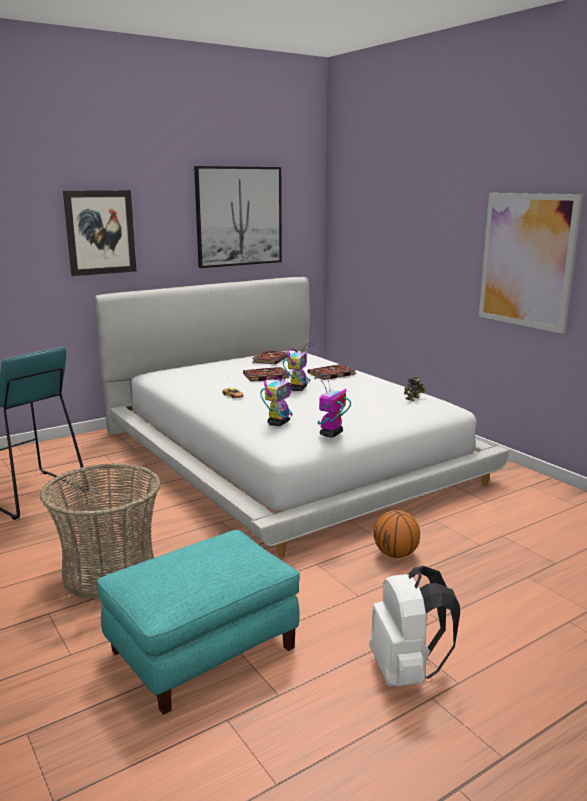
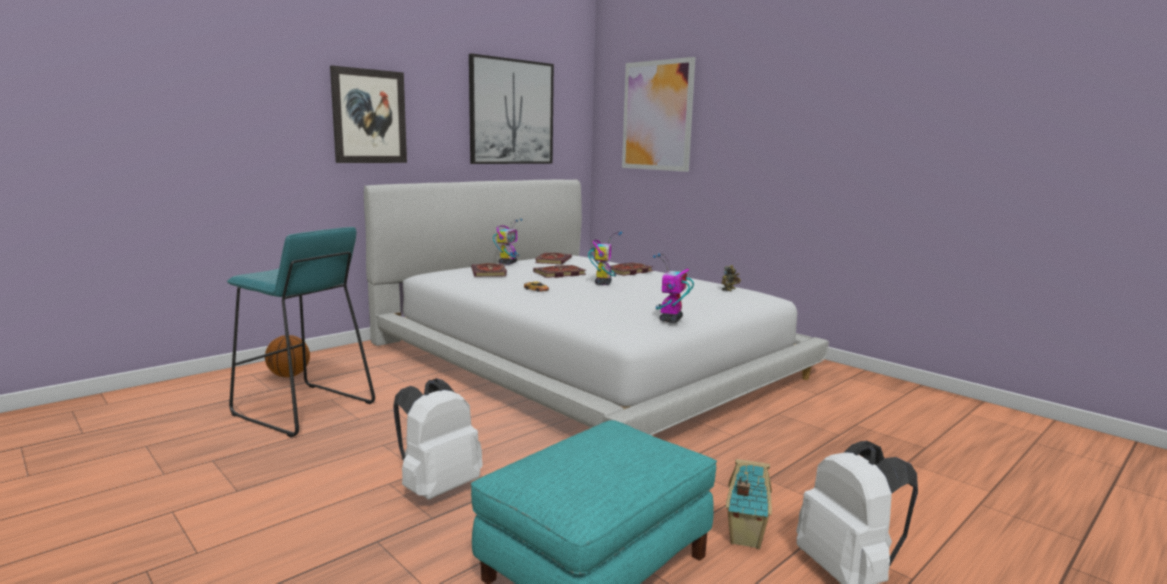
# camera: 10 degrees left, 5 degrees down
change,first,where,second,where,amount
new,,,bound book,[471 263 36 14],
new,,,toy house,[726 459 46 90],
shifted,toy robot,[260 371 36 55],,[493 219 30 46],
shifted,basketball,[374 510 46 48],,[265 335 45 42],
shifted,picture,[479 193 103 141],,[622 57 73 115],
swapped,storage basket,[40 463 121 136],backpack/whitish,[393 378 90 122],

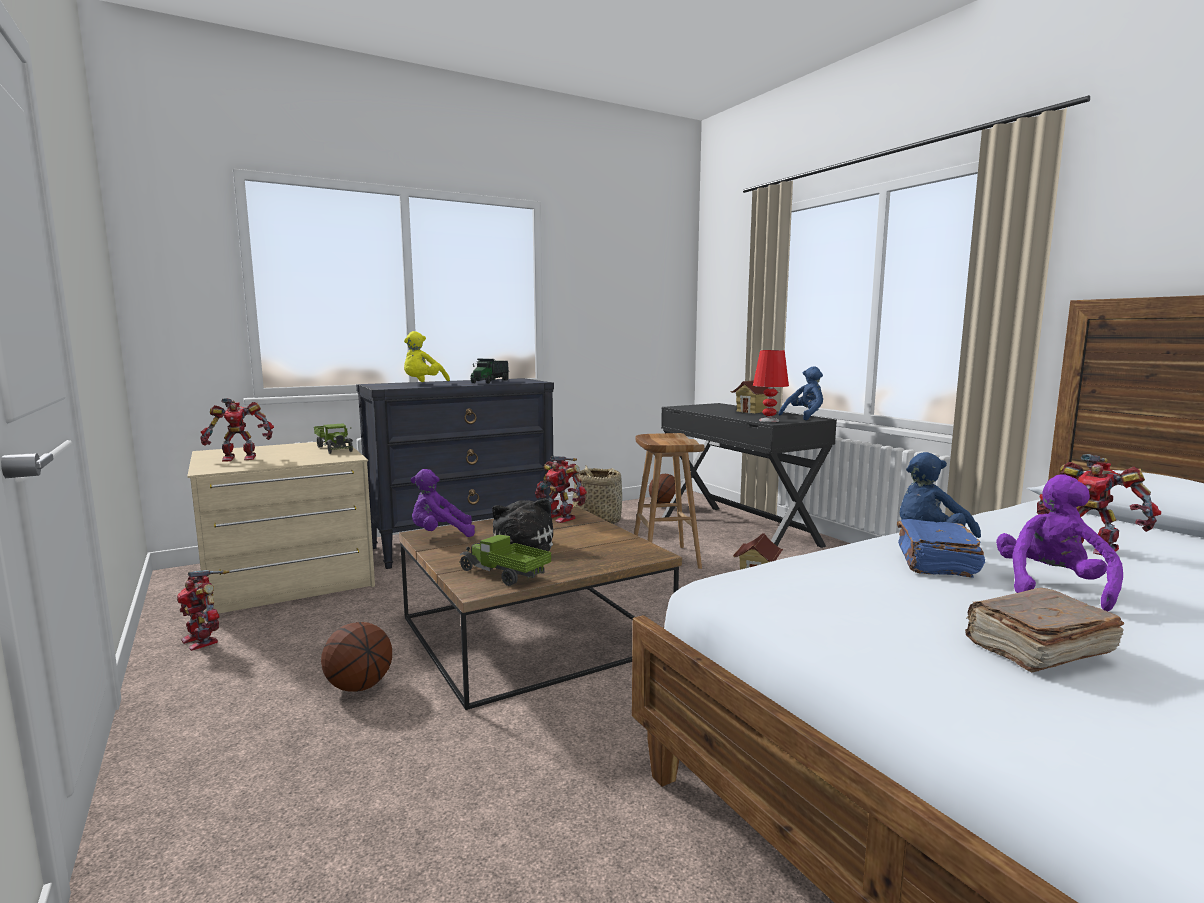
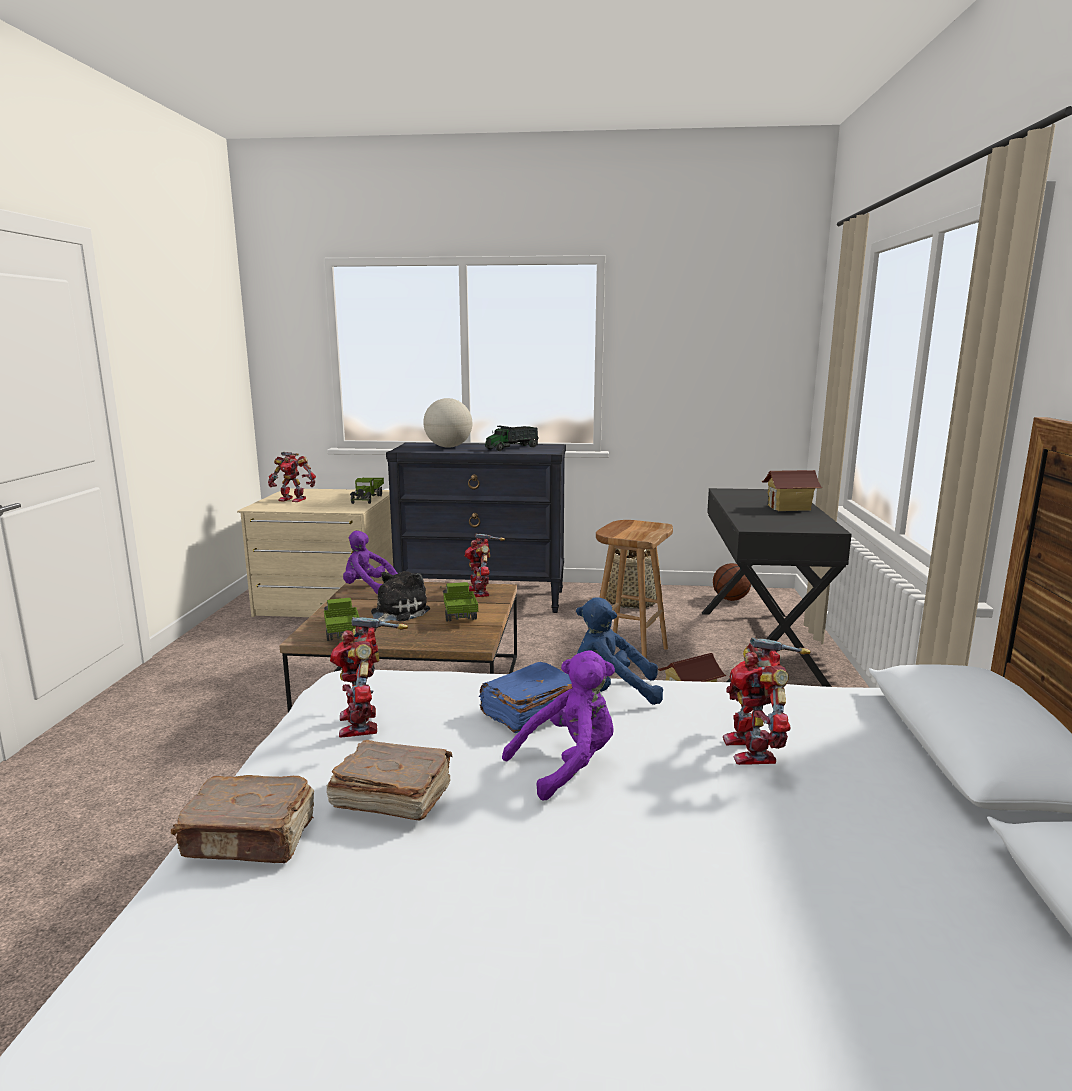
# camera: 35 degrees right, 5 degrees up
change,first,where,second,where,amount
gone,basketball,[321 622 71 70],,,
gone,tabletop lamp/reddish,[753 350 36 72],,,
gone,soft toy/bluish,[778 366 45 54],,,
new,,,bound book/brown,[171 775 143 88],
new,,,toy lorry,[440 582 38 40],
shifted,toy robot,[177 570 52 81],,[330 617 78 120],
swapped,soft toy/yellow-coloured,[404 331 46 51],globe,[423 398 49 50],

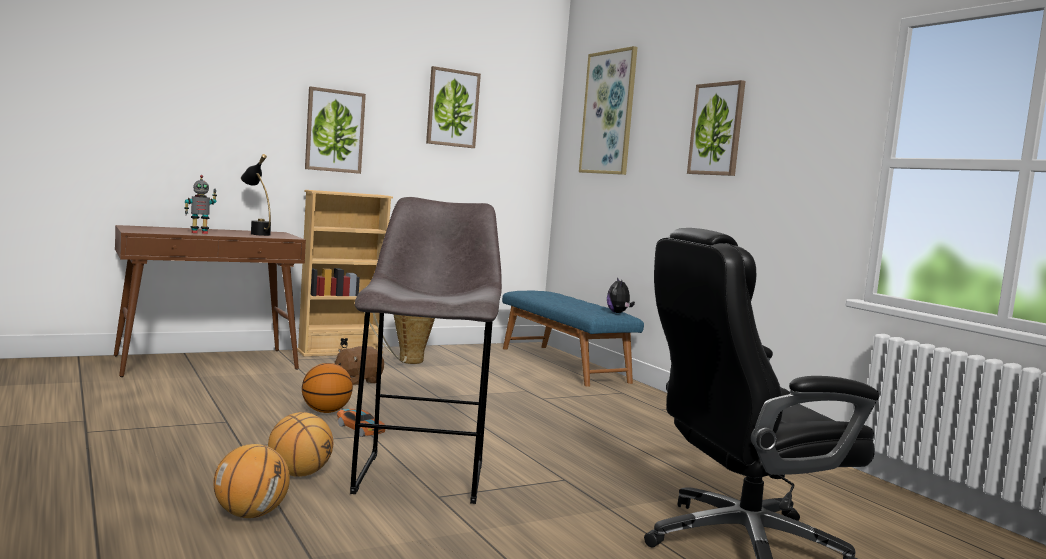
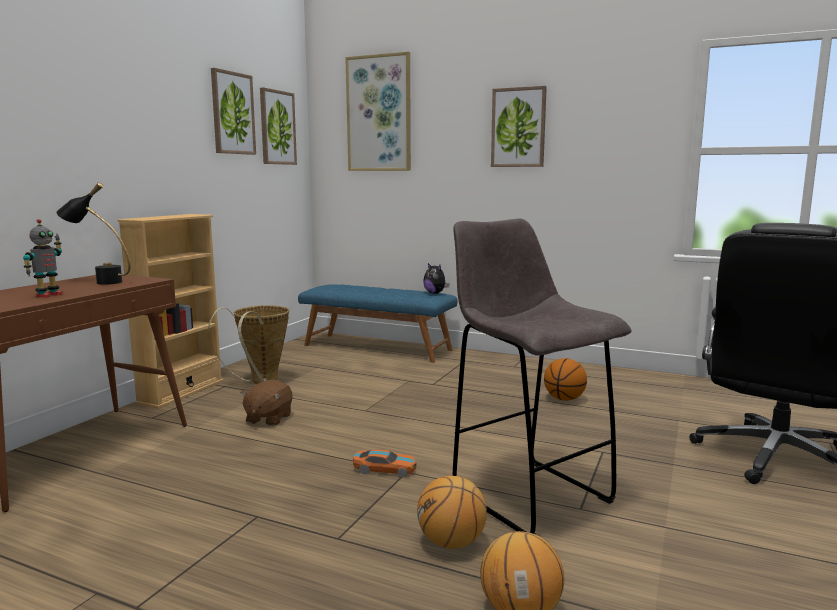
# camera: 35 degrees left, 5 degrees up
change,first,where,second,where,amount
shifted,basketball,[302 363 51 50],,[544 358 43 43],
shifted,picture,[305 86 61 88],,[260 87 37 78],

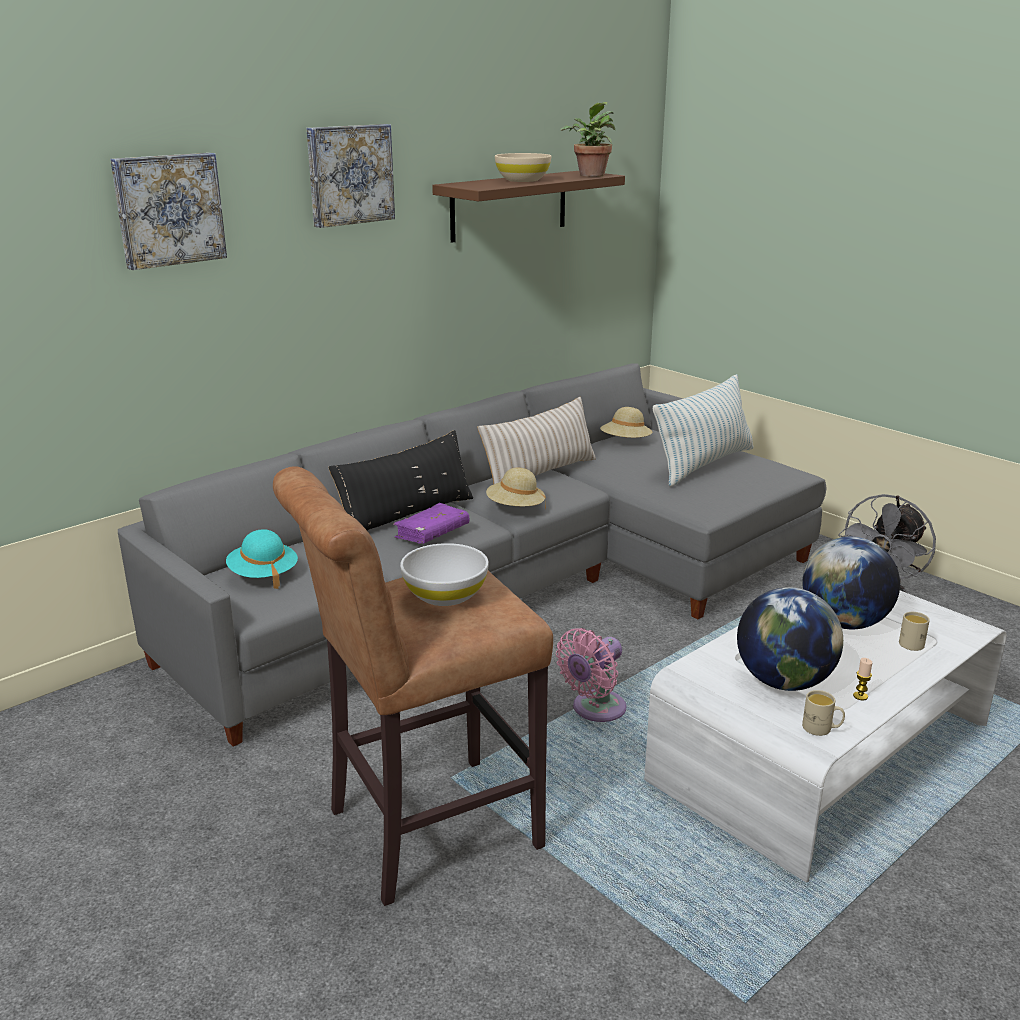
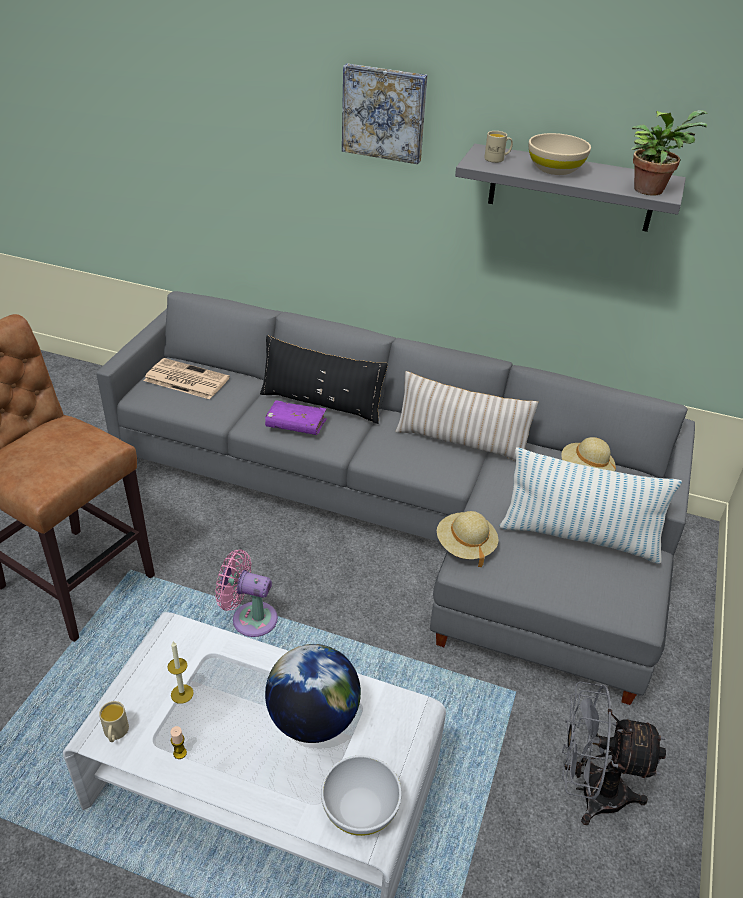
# camera: 60 degrees right, 15 degrees up
change,first,where,second,where,amount
gone,picture,[110 153 117 117],,,
shifted,serving bowl/whitish,[400 543 89 63],,[321 755 81 81],
shifted,hat/beige,[486 468 60 41],,[437 511 61 56],
shifted,mug/beige,[899 612 31 39],,[484 131 29 32],
swapped,hat/blue-green,[226 529 72 60],daily paper,[143 358 87 41],
swapped,globe,[737 587 106 104],wax candle,[167 641 27 63],
repainted,shelf/brown,[432 171 193 72],shelf/grey,[455 144 231 88],

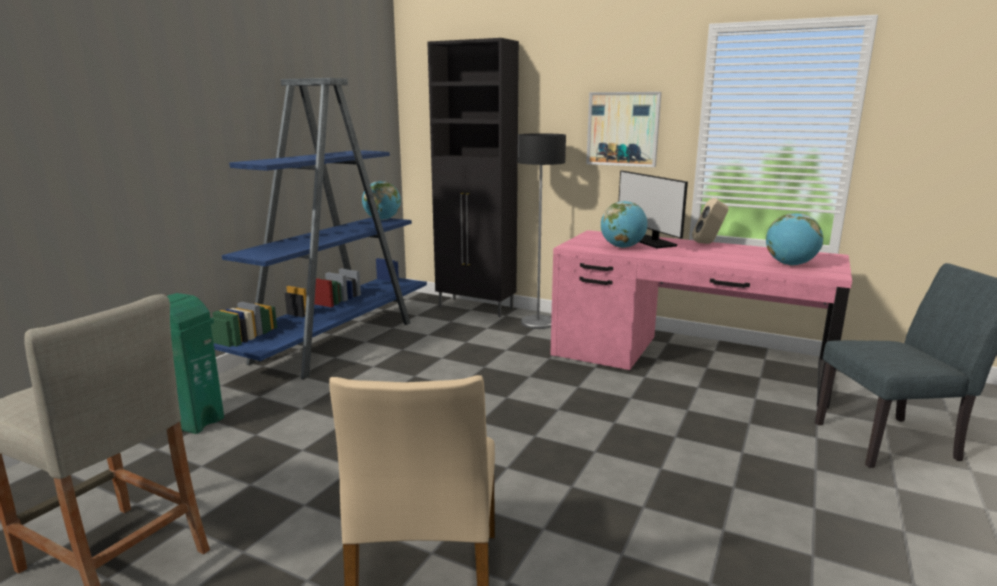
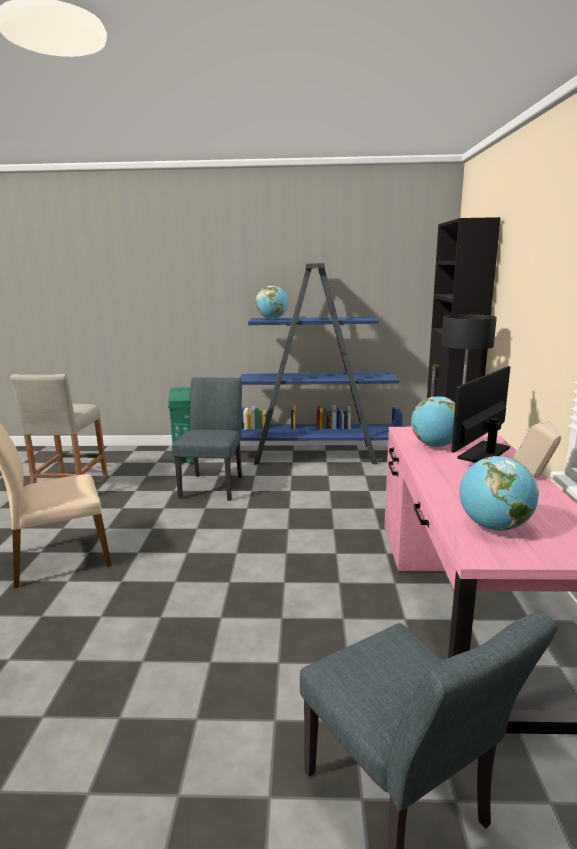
# camera: 65 degrees right, 0 degrees up
change,first,where,second,where,amount
gone,picture,[586 92 76 75],,,
new,,,upright chair/grey,[172 377 70 124],
shifted,globe,[362 181 39 39],,[256 286 32 33],

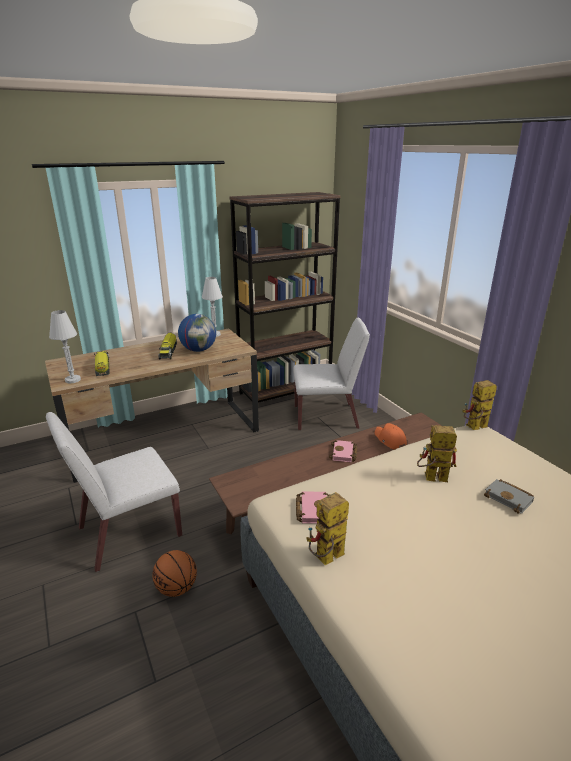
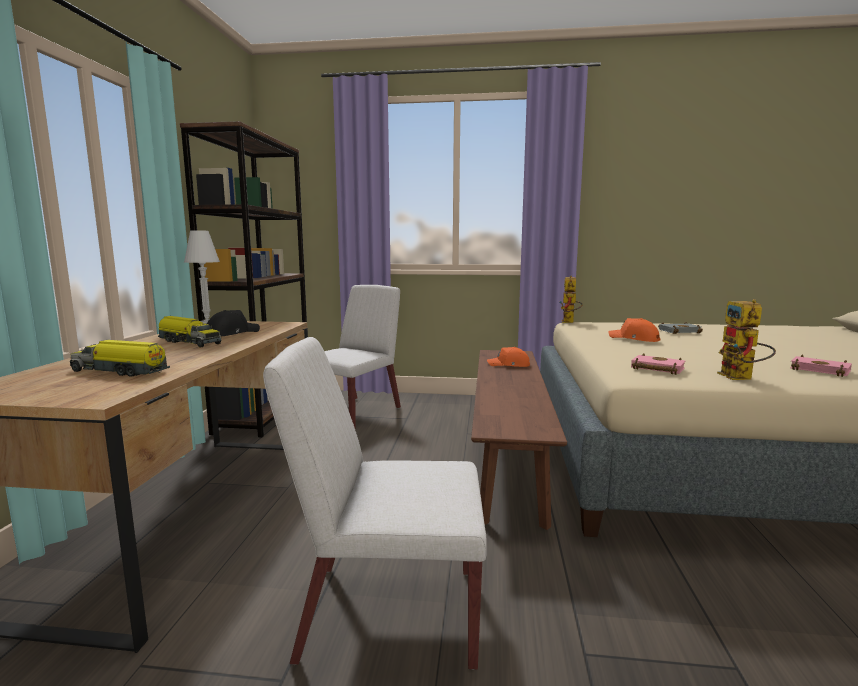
# camera: 55 degrees left, 15 degrees down
change,first,where,second,where,amount
gone,tabletop lamp/whitish,[49 310 32 74],,,
gone,basketball,[152 550 45 47],,,
shifted,bound book/pink,[329 440 28 22],,[790 355 62 22],
swapped,globe,[178 314 38 38],cap/black,[207 310 53 27],
swapped,toy robot,[417 425 40 57],cap/orange,[609 318 52 24],
rotated,upright chair/whitish,[46 412 136 160],,[263 337 224 333],90 degrees clockwise

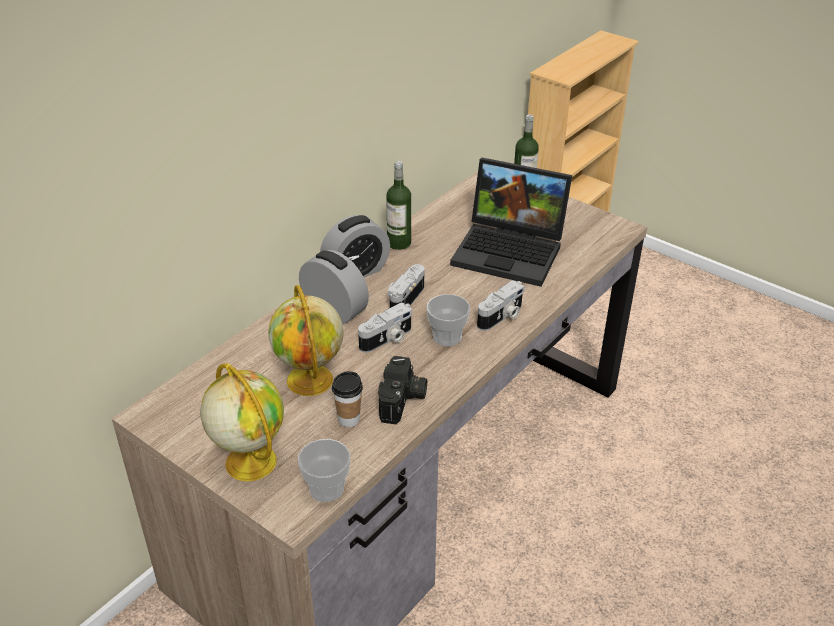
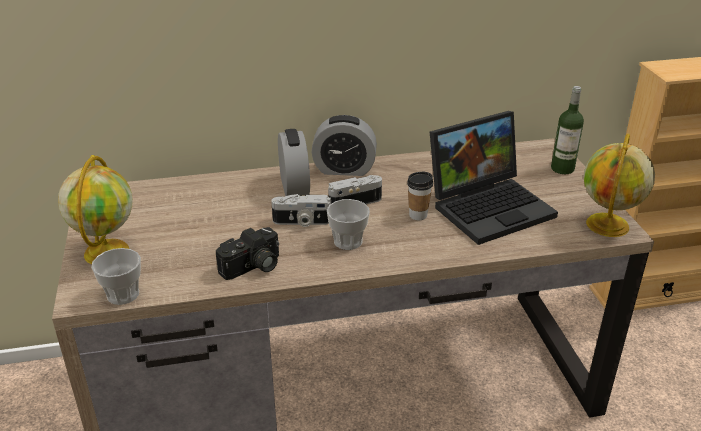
# camera: 40 degrees right, 5 degrees down
change,first,where,second,where,amount
gone,drink bottle,[386 161 25 89],,,
gone,still camera,[477 280 48 51],,,
shifted,globe,[268 285 76 111],,[584 133 71 104],
shifted,small cup,[332 371 31 56],,[407 172 26 48],
rotated,portable computer,[450 158 122 129],,[430 111 128 134],90 degrees counterclockwise

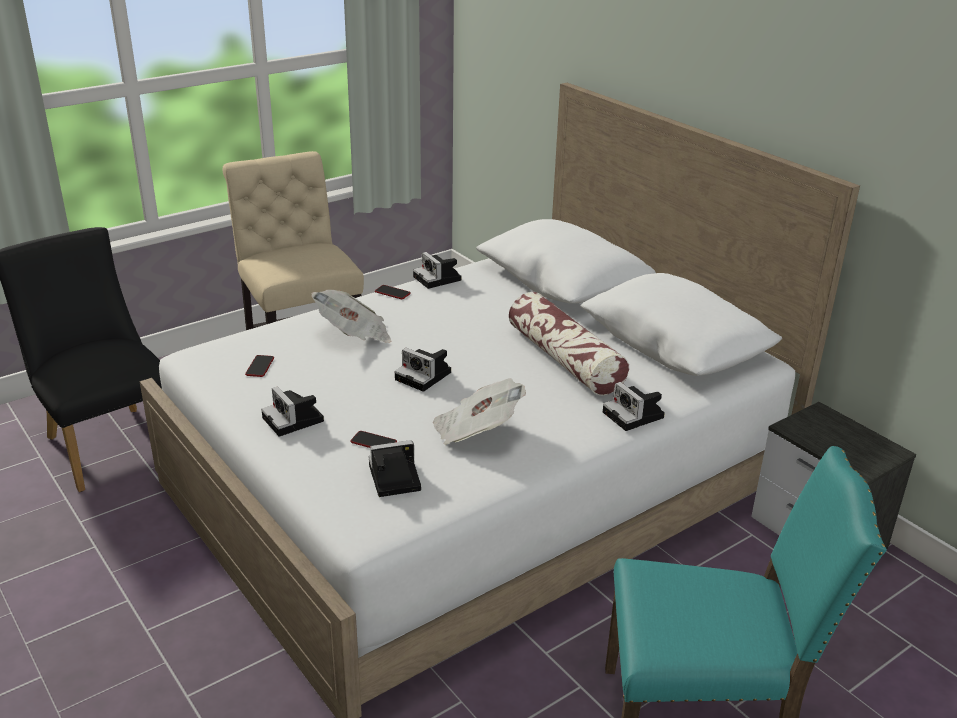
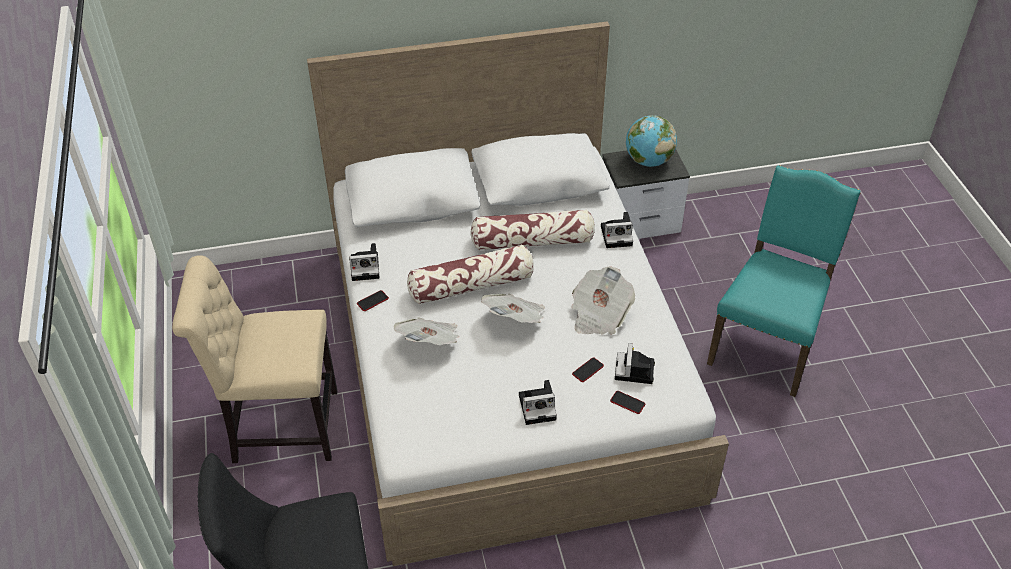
# camera: 65 degrees left, 15 degrees up
change,first,where,second,where,amount
new,,,cushion,[407 244 127 60],
new,,,globe,[626 115 51 52],
shifted,telephone,[245 355 29 22],,[610 391 35 23],
swapped,still camera,[395 348 56 44],daily paper,[481 294 64 29],

